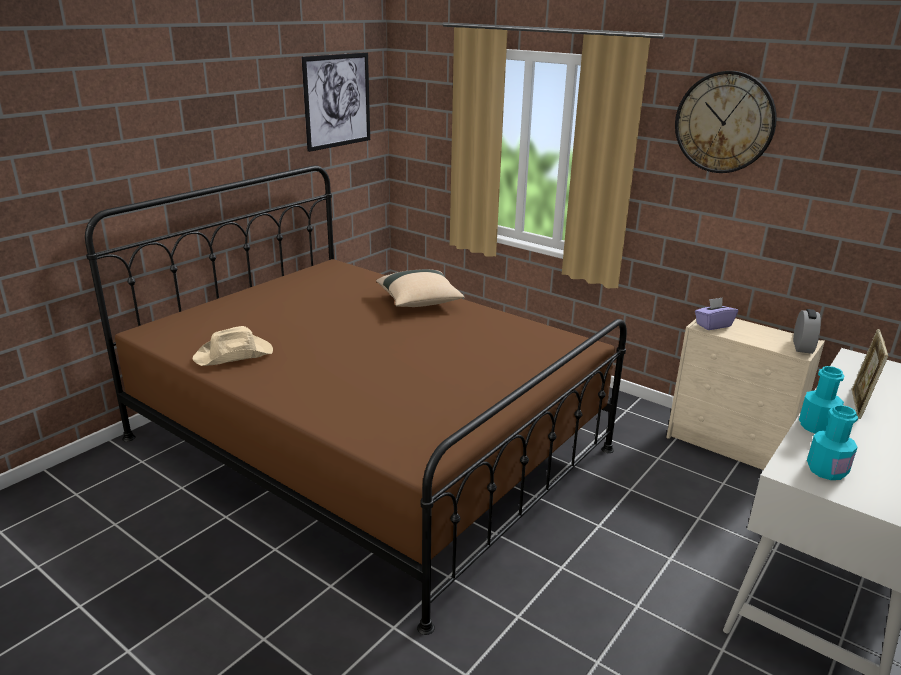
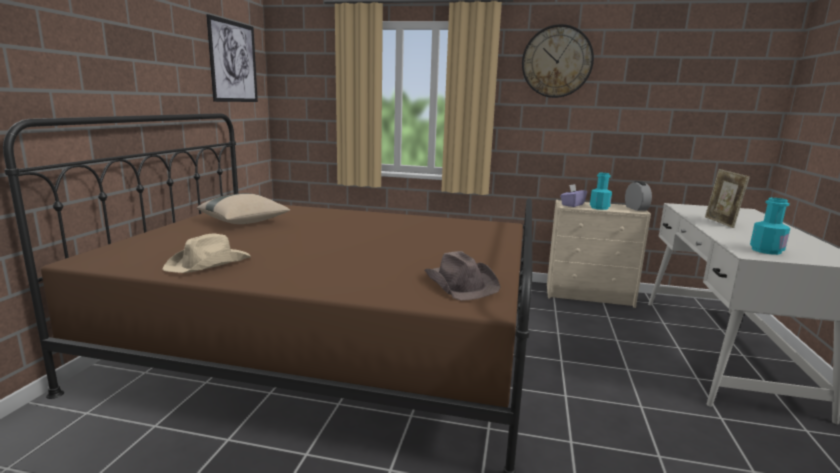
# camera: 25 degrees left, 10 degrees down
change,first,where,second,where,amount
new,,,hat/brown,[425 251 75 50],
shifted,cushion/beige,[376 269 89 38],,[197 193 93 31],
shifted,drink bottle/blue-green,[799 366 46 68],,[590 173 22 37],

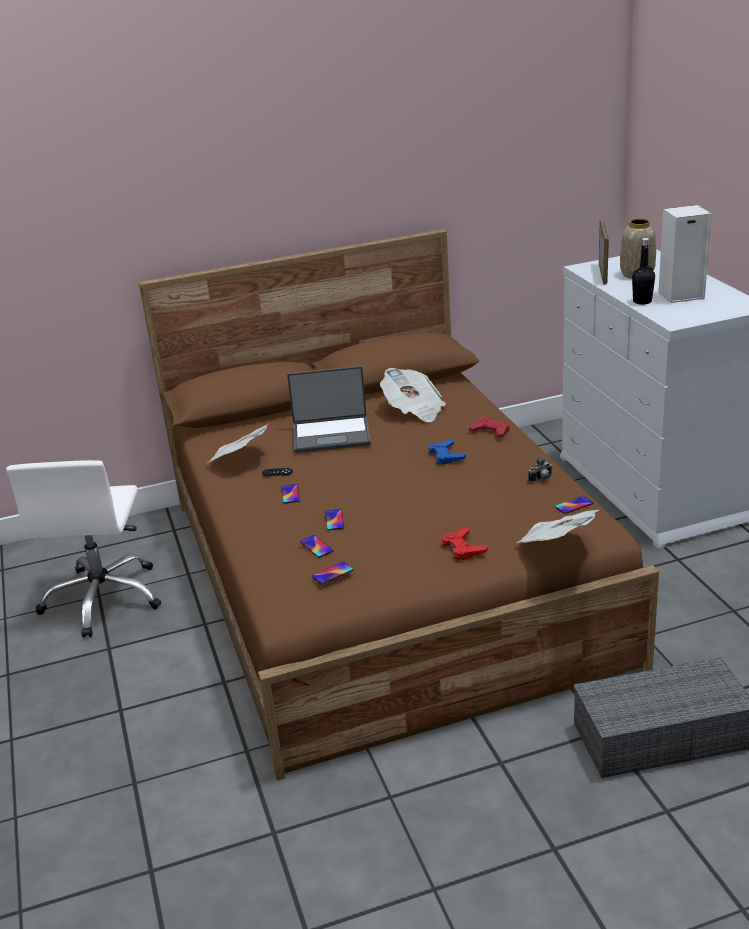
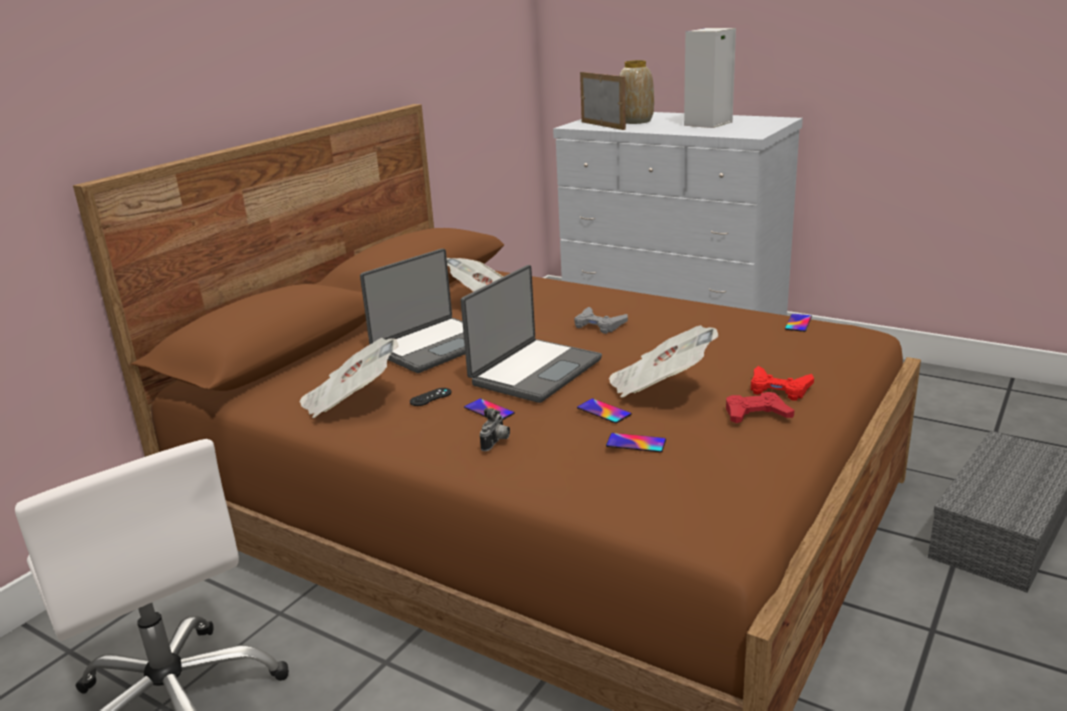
# camera: 40 degrees left, 5 degrees down
change,first,where,second,where,amount
gone,telephone,[312 562 42 22],,,
gone,drink bottle/black,[632 238 23 67],,,
new,,,portable computer,[460 265 142 138],
shifted,game controller/reddish,[469 417 41 21],,[726 392 68 31],
shifted,daily paper,[516 510 83 33],,[609 325 109 72],
shifted,still camera,[528 456 24 26],,[480 408 30 43],
repainted,game controller/bluish,[429 439 37 26],game controller/grey,[574 307 54 27],

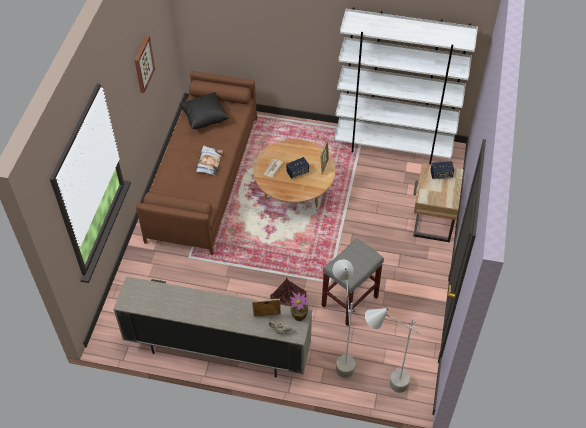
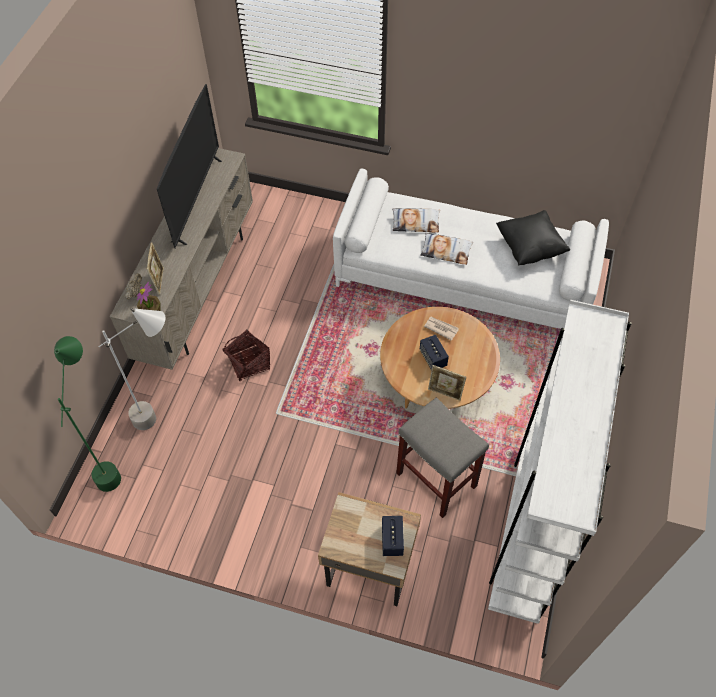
# camera: 95 degrees right, 5 degrees up
change,first,where,second,where,amount
gone,picture,[135 36 20 57],,,
new,,,TV,[157 84 65 164],
new,,,cushion,[392 208 48 25],
shifted,stool/grey,[321 238 63 88],,[396 397 93 121],
repainted,sofa/brown,[136 71 121 184],sofa/whitish,[333 169 276 160],
repainted,floor lamp/grey,[365 308 55 85],floor lamp/greenish,[54 336 67 156],

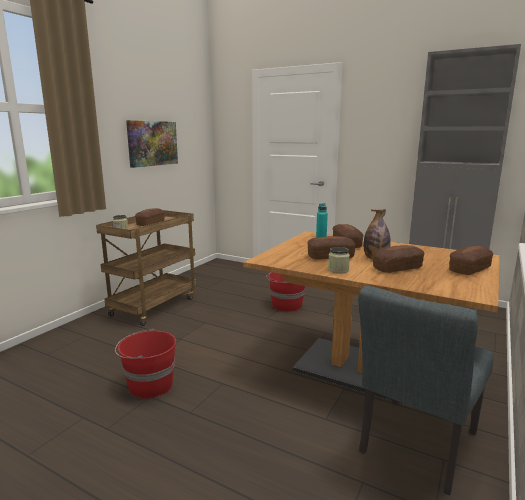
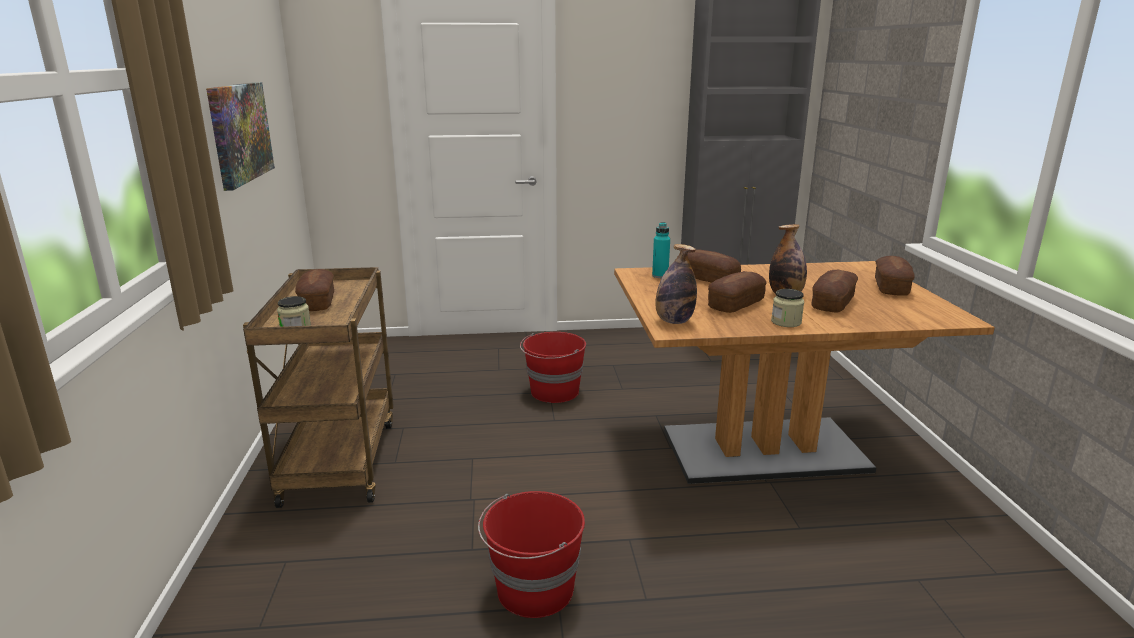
# camera: 35 degrees left, 5 degrees up
change,first,where,second,where,amount
gone,upright chair/grey,[358 286 135 209],,,
new,,,drink bottle,[656 244 41 80],

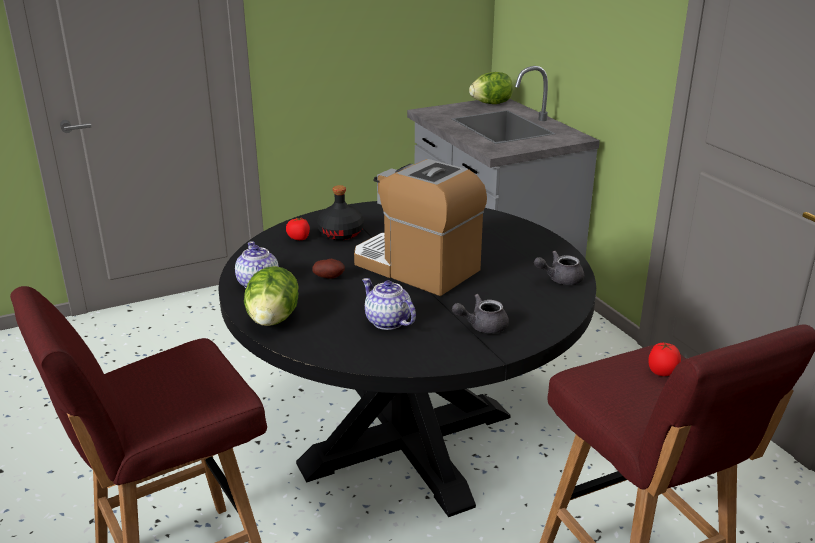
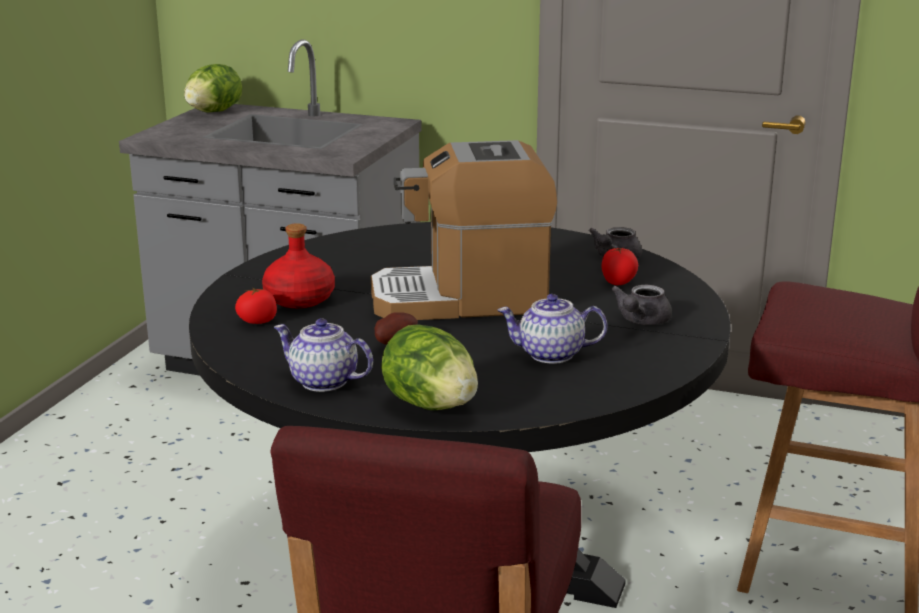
# camera: 45 degrees left, 5 degrees down
change,first,where,second,where,amount
shifted,whole tomato,[648 342 33 34],,[602 248 36 37],
repainted,drink bottle/black,[317 185 47 55],drink bottle/reddish,[262 223 73 85],

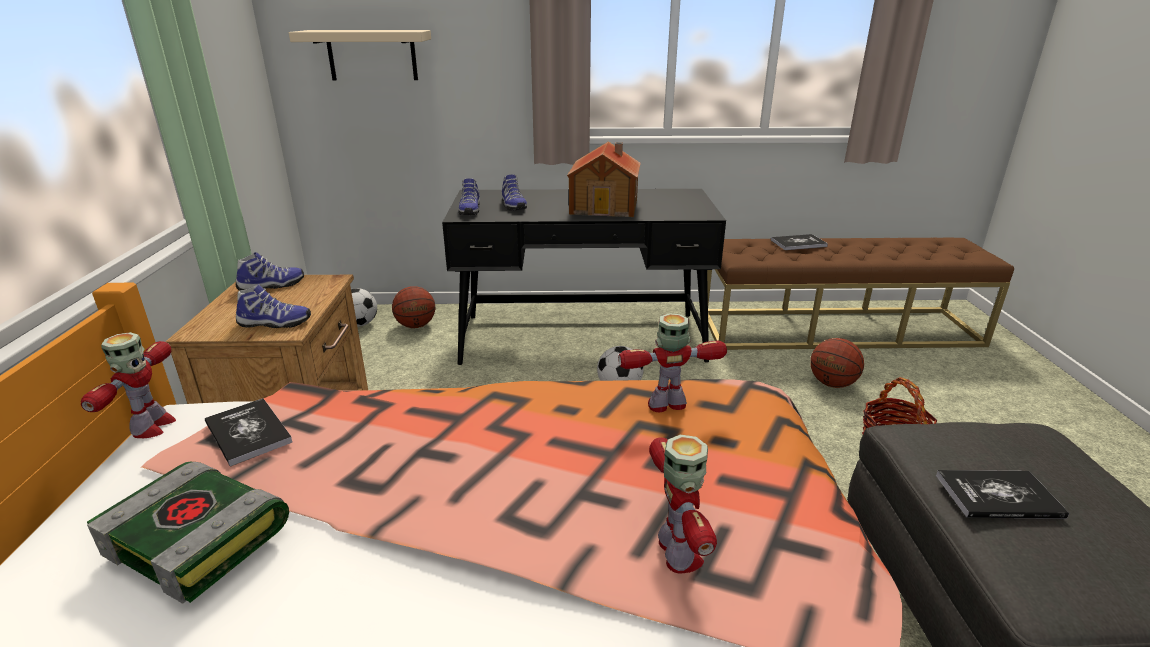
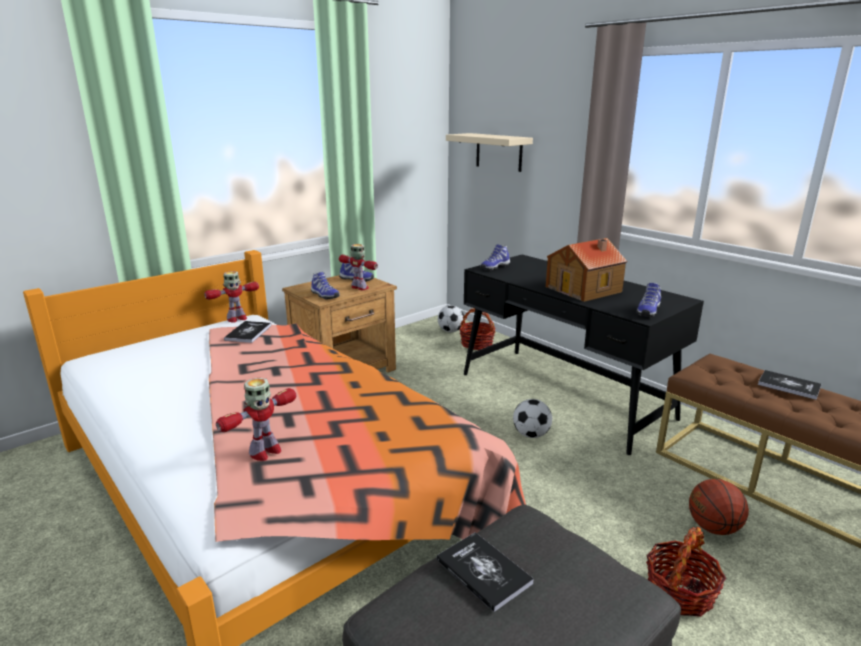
# camera: 50 degrees right, 5 degrees down
change,first,where,second,where,amount
gone,bound book,[87 461 202 143],,,
shifted,item of footwear,[502 174 25 37],,[636 283 25 34],
shifted,toy robot,[618 313 109 99],,[339 244 39 46],
swapped,basketball,[392 286 43 42],storage basket,[459 308 37 42],

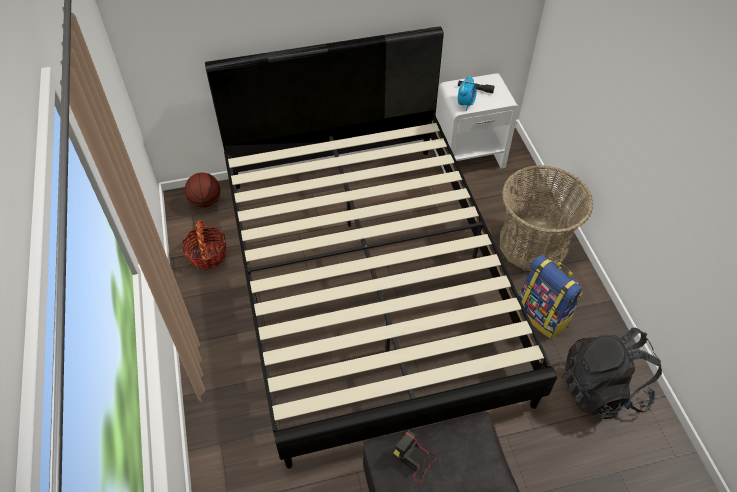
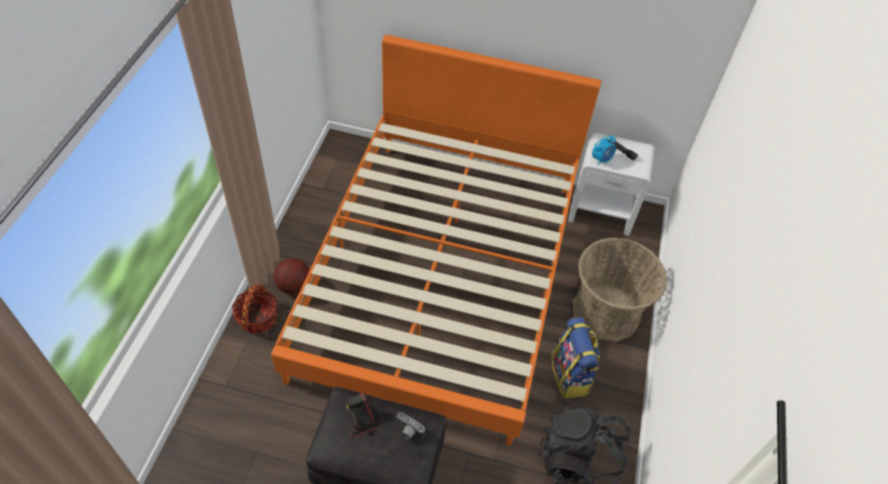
# camera: 25 degrees right, 0 degrees up
change,first,where,second,where,amount
new,,,still camera,[396 412 29 27],
shifted,storage basket,[182 220 45 50],,[232 284 46 50],
shifted,basketball,[185 173 35 35],,[274 258 36 36],
repainted,sleeping bed/black,[205 26 352 443],sleeping bed/orange,[271 35 330 411],

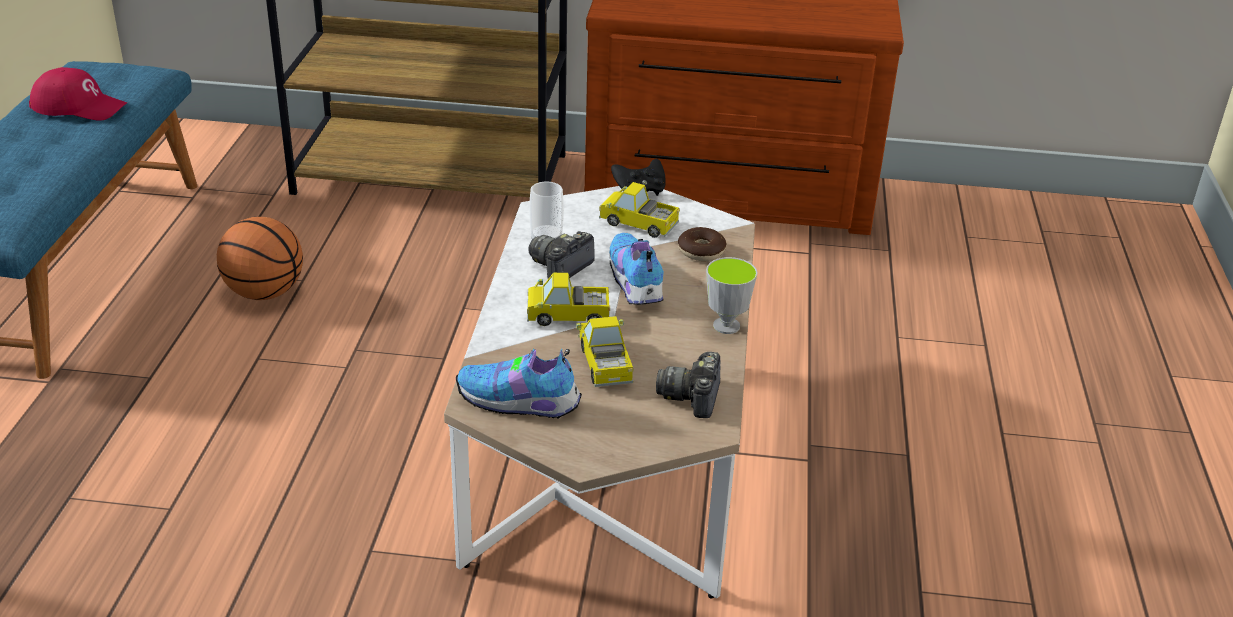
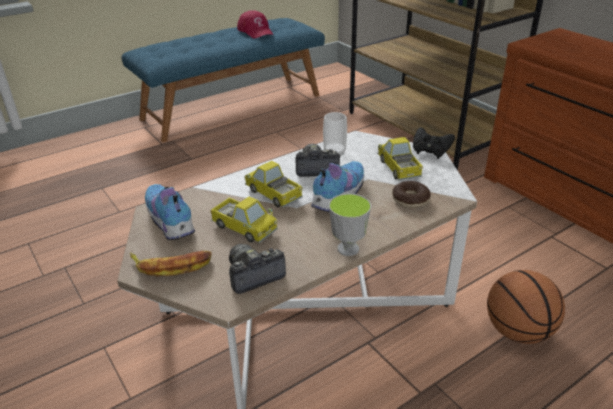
# camera: 50 degrees right, 0 degrees up
change,first,where,second,where,amount
new,,,whole banana,[129 251 83 26],
shifted,basketball,[217 217 86 83],,[487 270 78 74],
rotated,toy lorry,[576 316 58 71],,[210 196 68 47],90 degrees clockwise

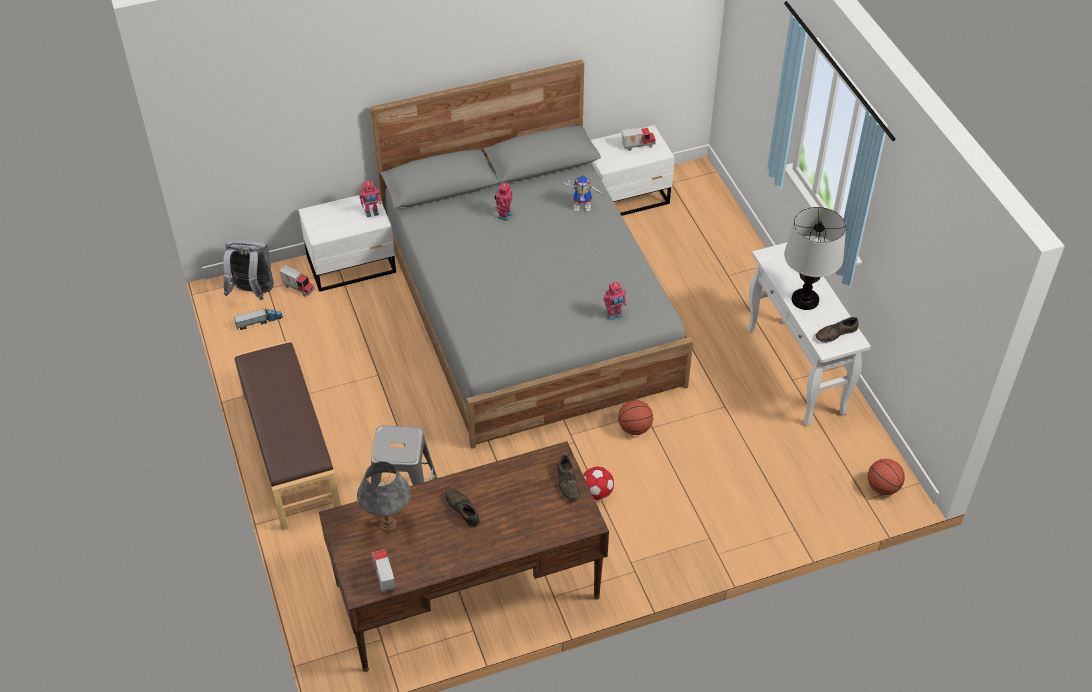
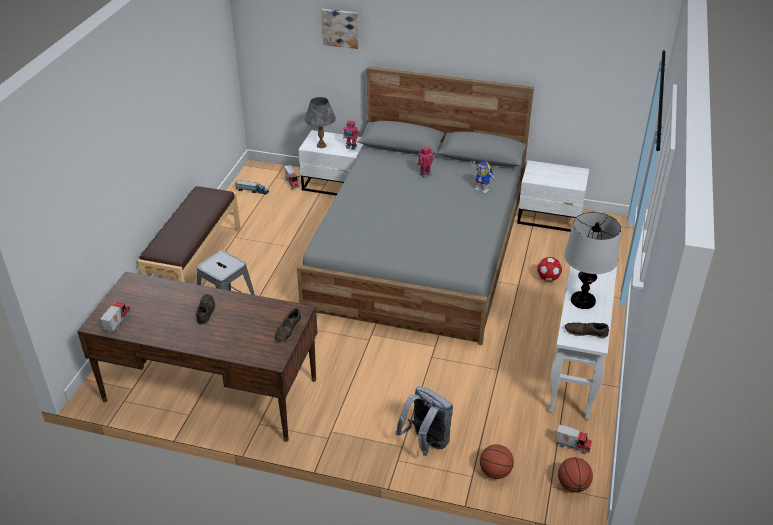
# camera: 35 degrees right, 10 degrees down
change,first,where,second,where,amount
gone,toy robot,[603 282 24 38],,,
new,,,picture,[321 9 38 40],
shifted,backpack/grey,[223 240 51 60],,[396 386 57 70],
shifted,tabletop lamp/grey,[357 461 54 70],,[305 97 31 51],
shifted,football ball,[583 467 31 33],,[537 257 25 24],
shifted,basketball,[618 400 35 35],,[480 444 34 35],
shifted,toy lorry,[621 127 35 24],,[557 425 35 29],

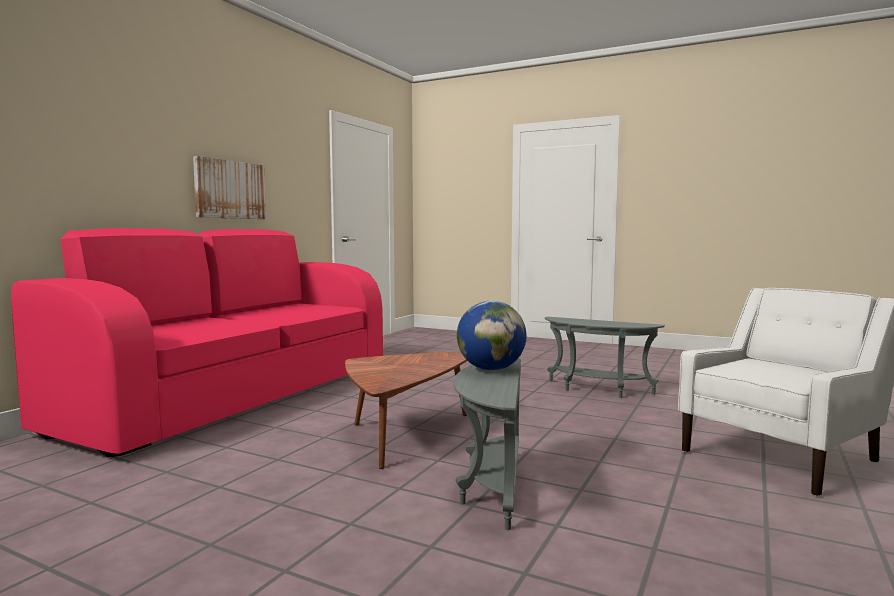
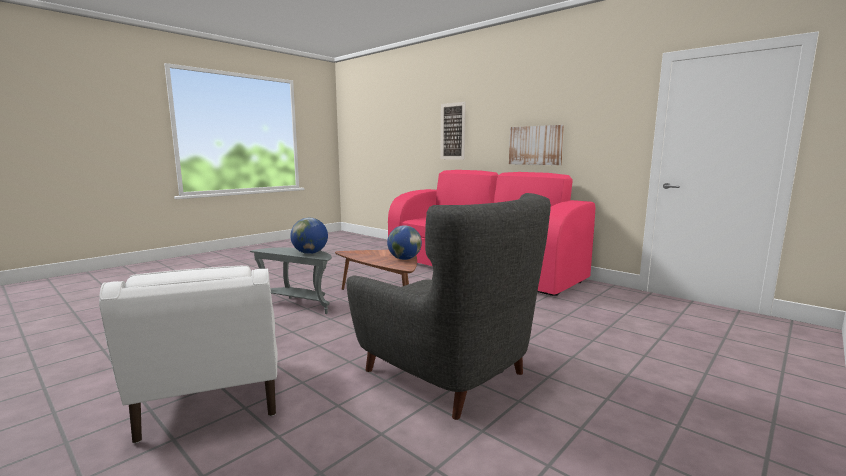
# camera: 105 degrees right, 5 degrees up
change,first,where,second,where,amount
new,,,globe,[387 225 35 35],
new,,,picture,[440 102 26 58],
swapped,end table/grey,[545 317 120 81],armchair/grey,[347 193 204 227],

